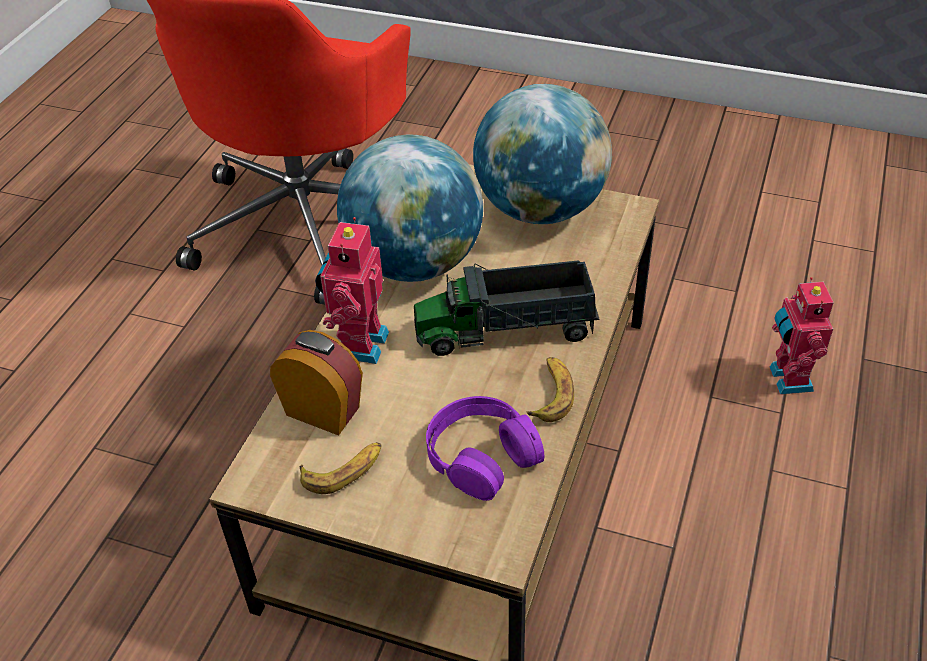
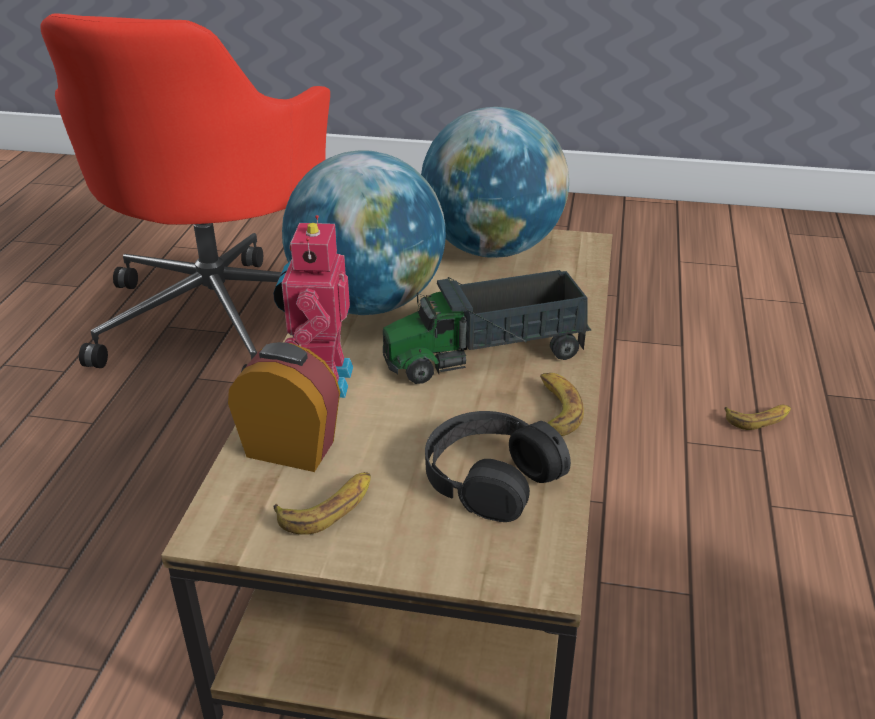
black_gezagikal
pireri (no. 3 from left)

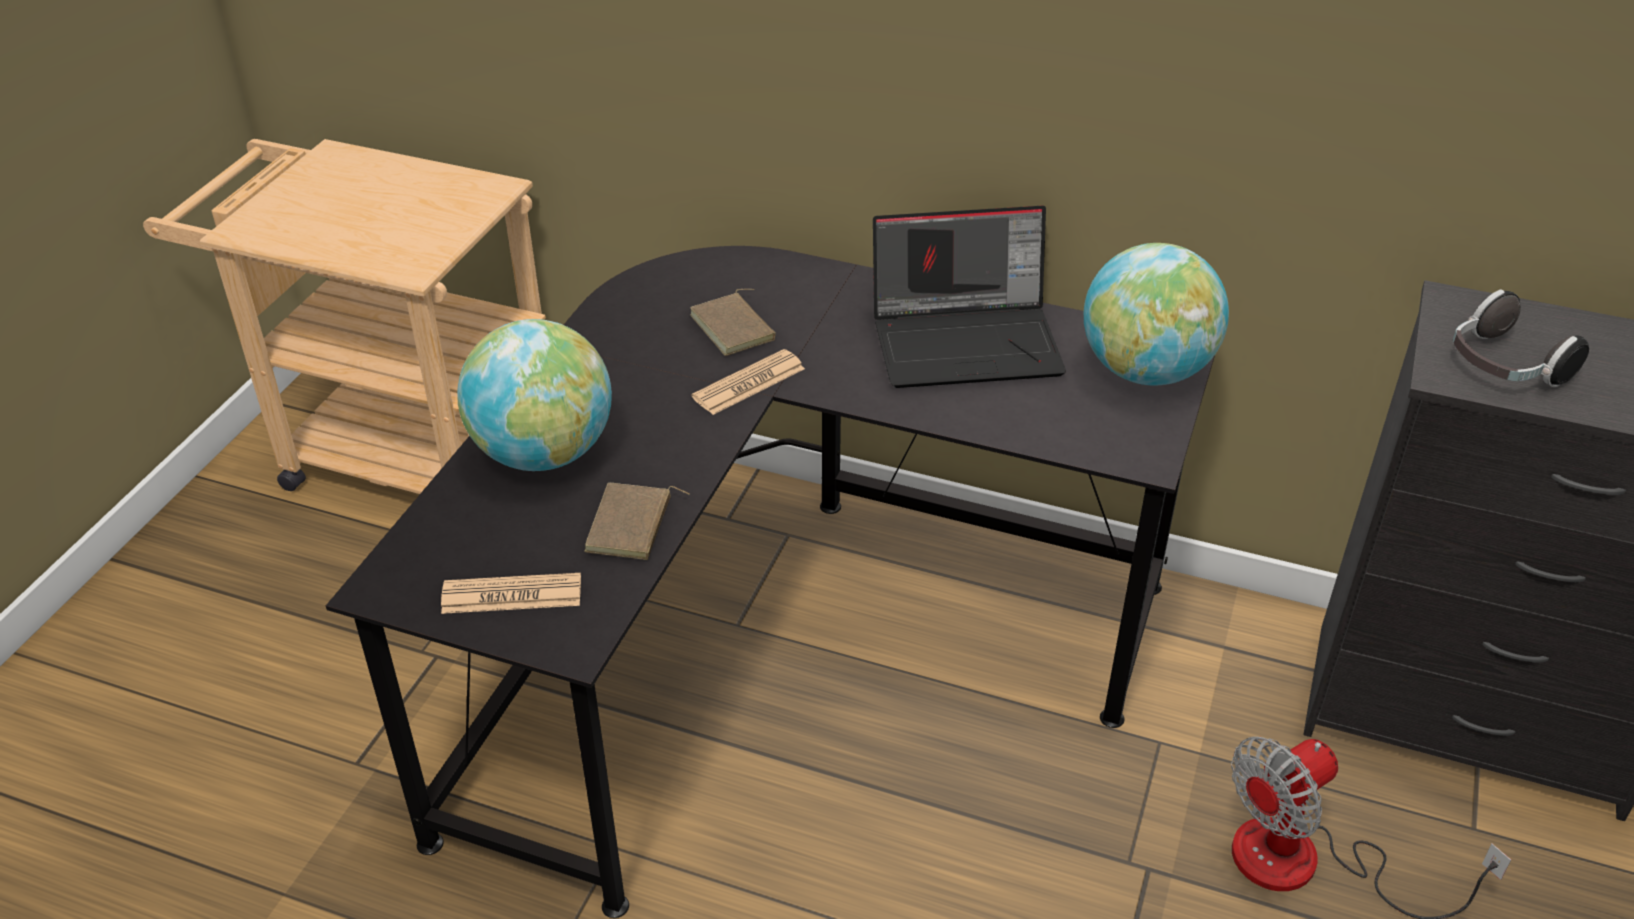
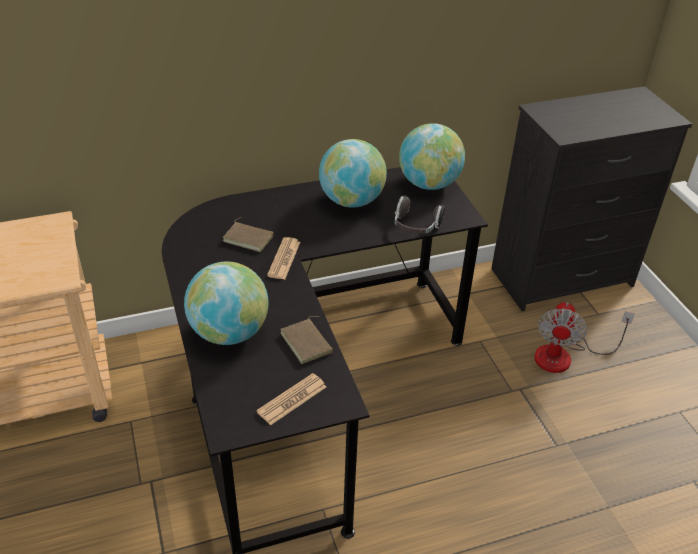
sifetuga (no. 2 from left)
gezagikal

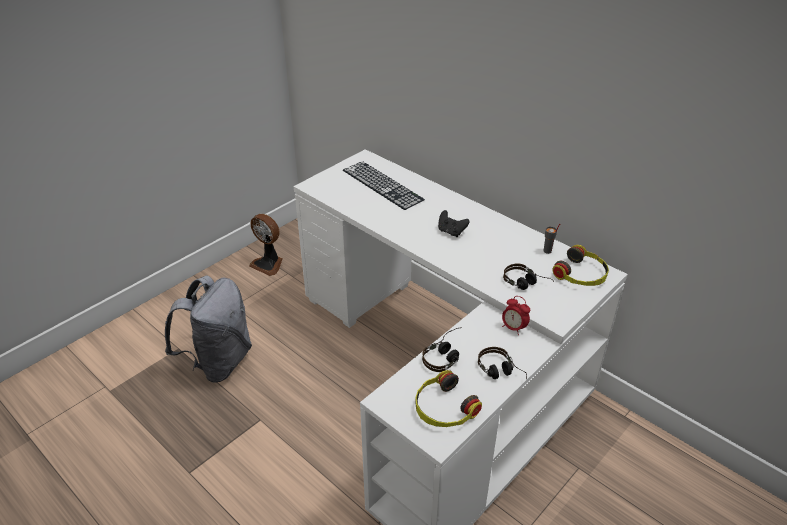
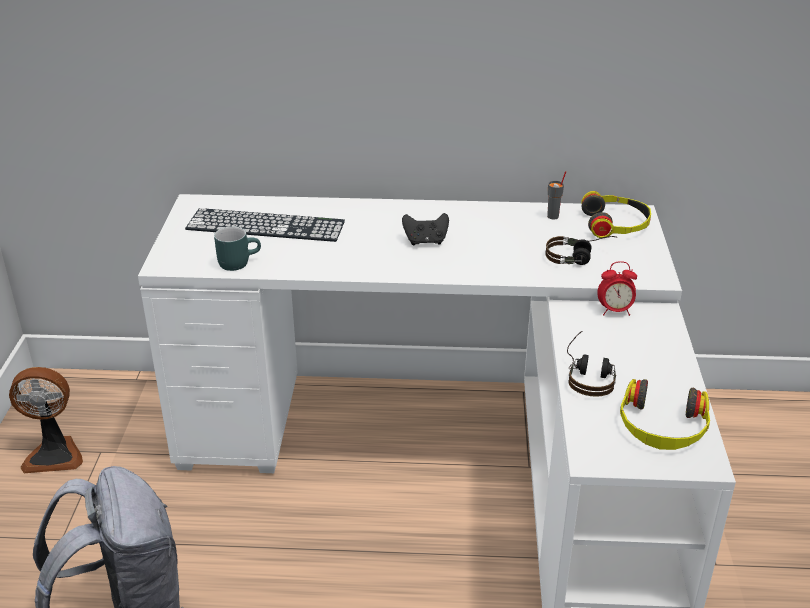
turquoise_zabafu
gezagikal (no. 3 from left in the first image)

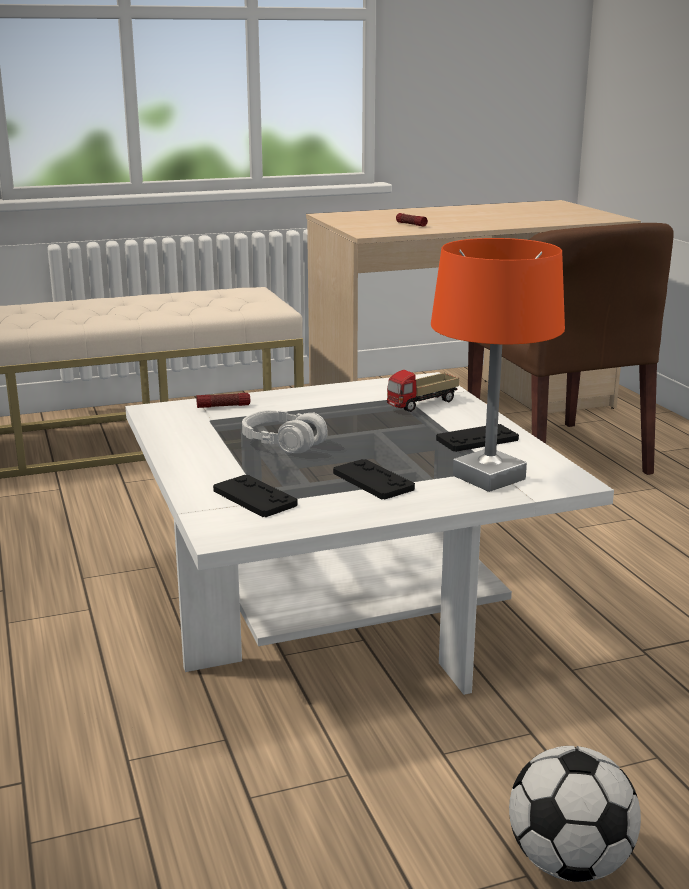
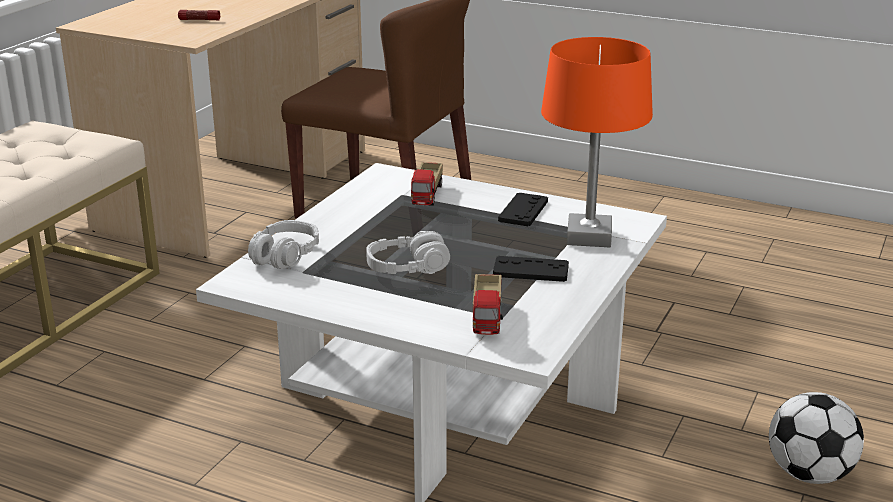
grey_gezagikal (no. 1 from left)
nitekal (no. 2 from left)

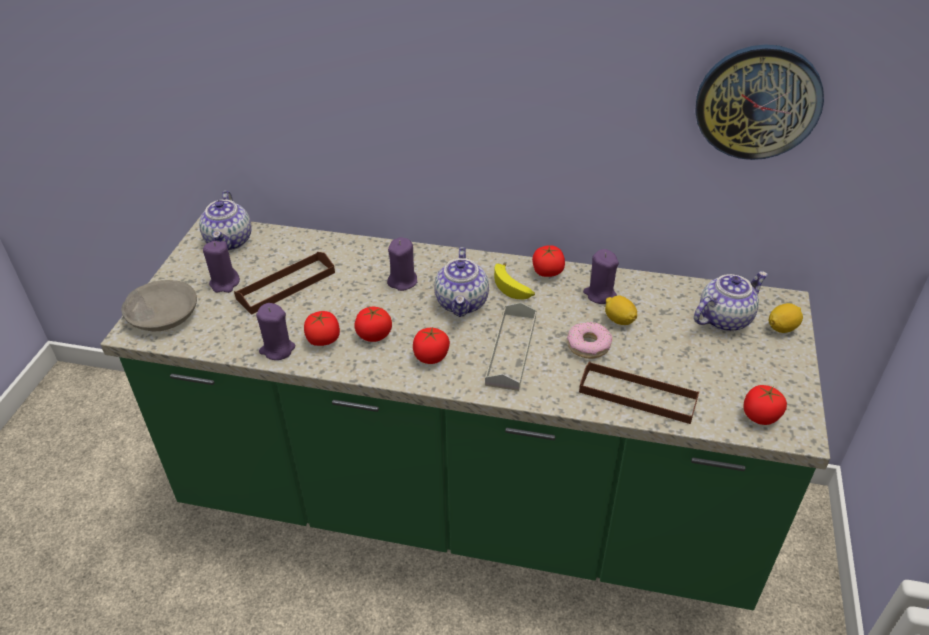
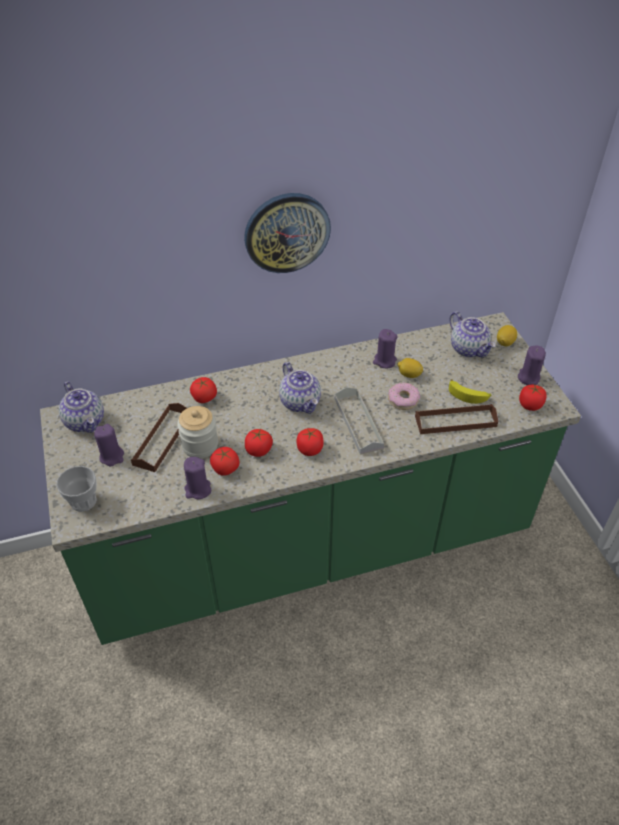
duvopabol
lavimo
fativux (no. 1 from left)
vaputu
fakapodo (no. 3 from left)
pireri
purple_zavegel (no. 4 from left)

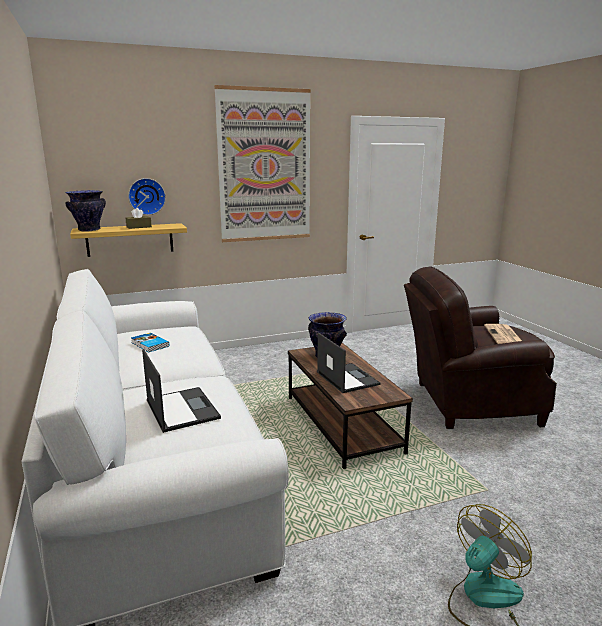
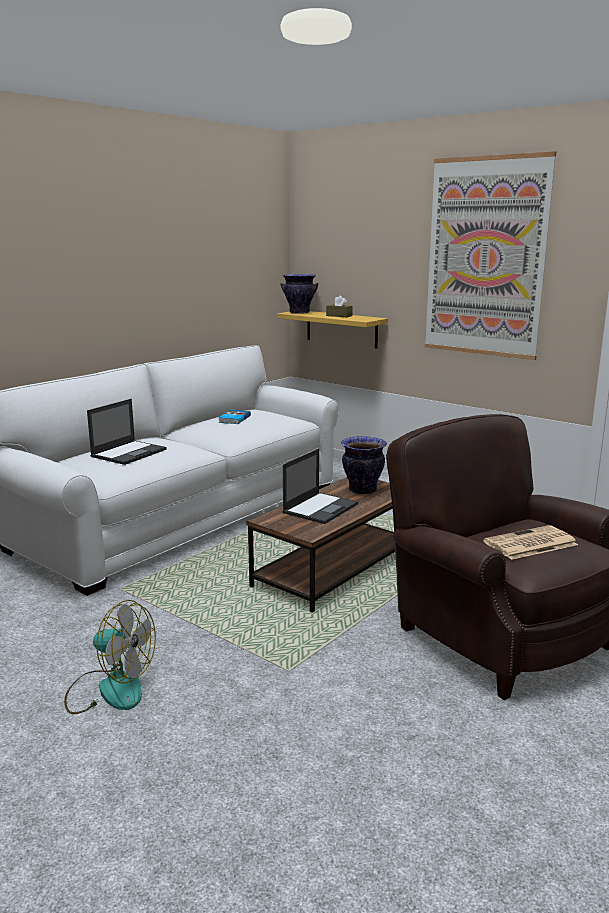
vaputu

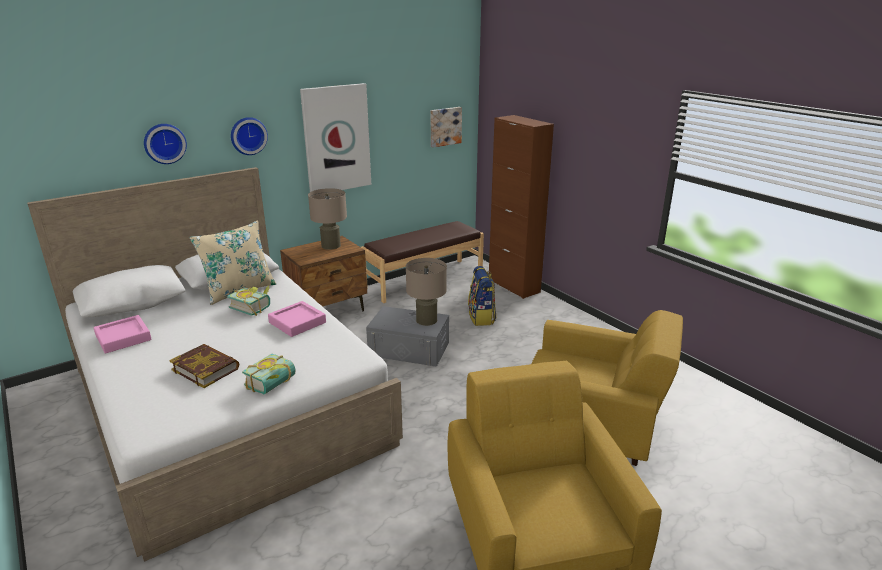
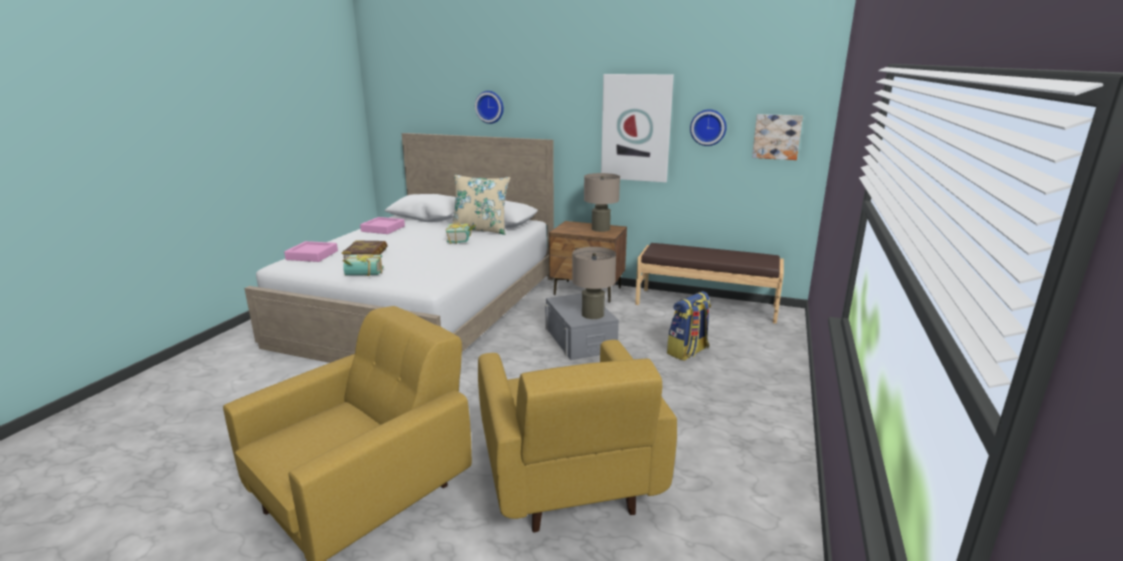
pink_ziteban (no. 1 from left)
vaputu (no. 2 from left)
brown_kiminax

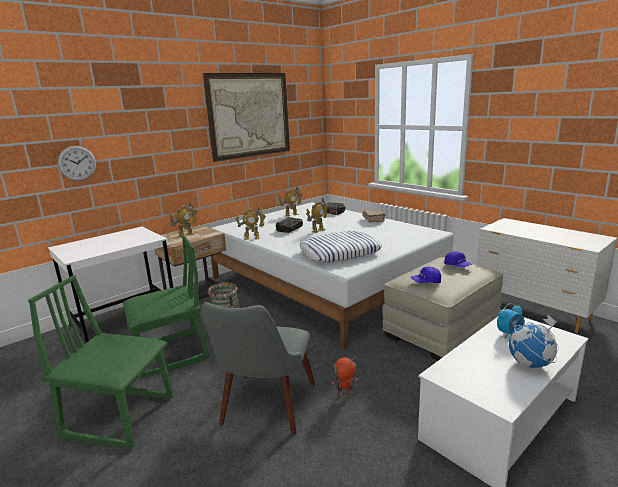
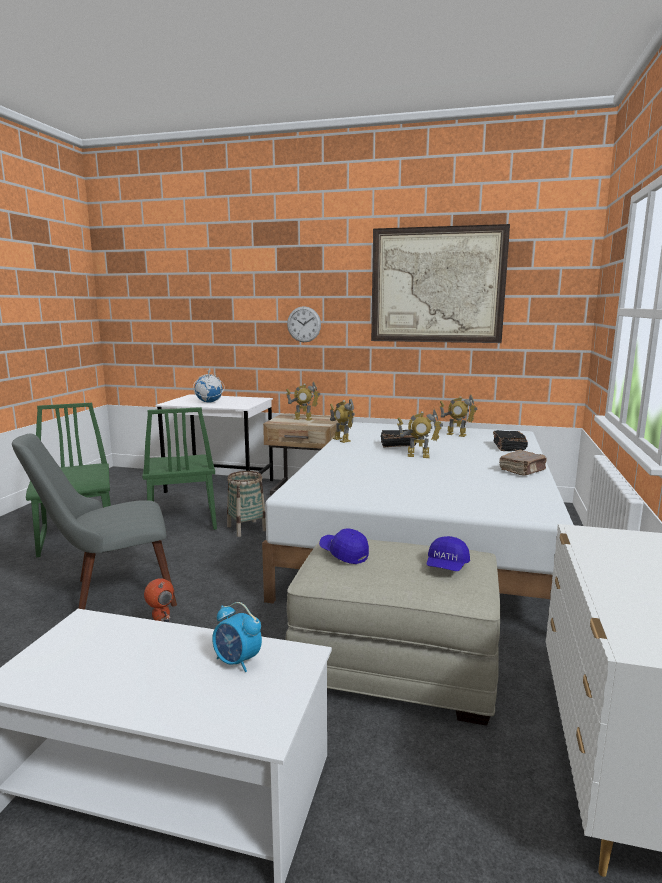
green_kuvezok (no. 2 from left)
sifetuga
vaputu
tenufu

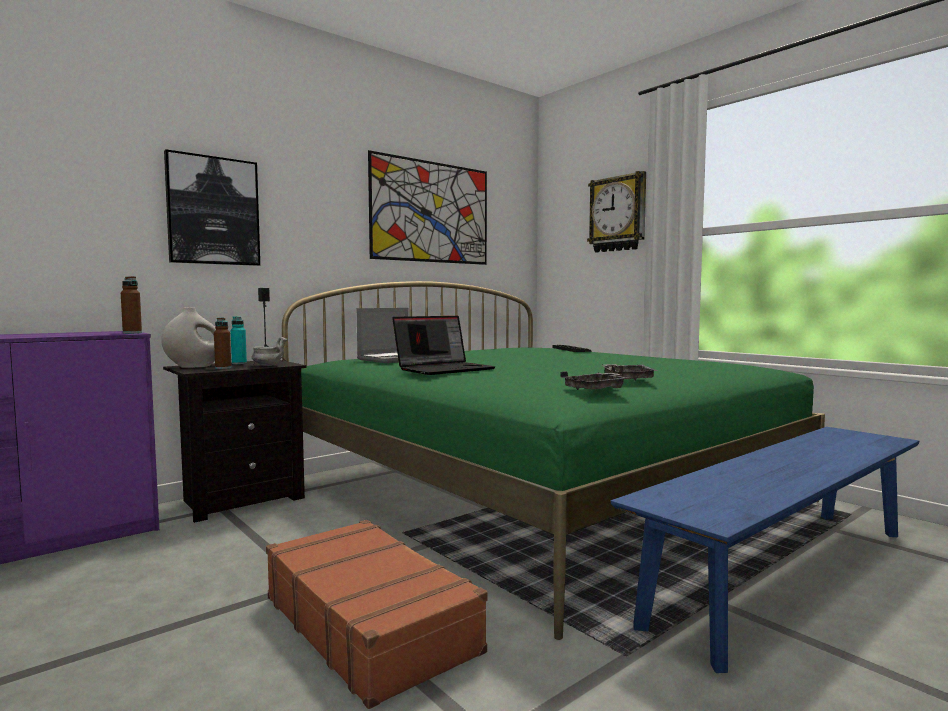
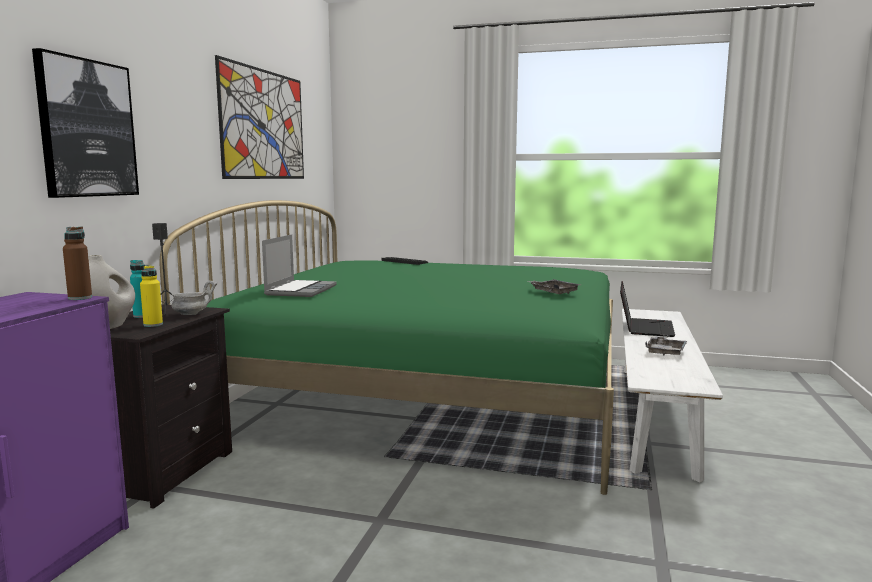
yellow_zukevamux
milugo (no. 2 from left)
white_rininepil
grey_ziteban (no. 2 from left)
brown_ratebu
vaputu

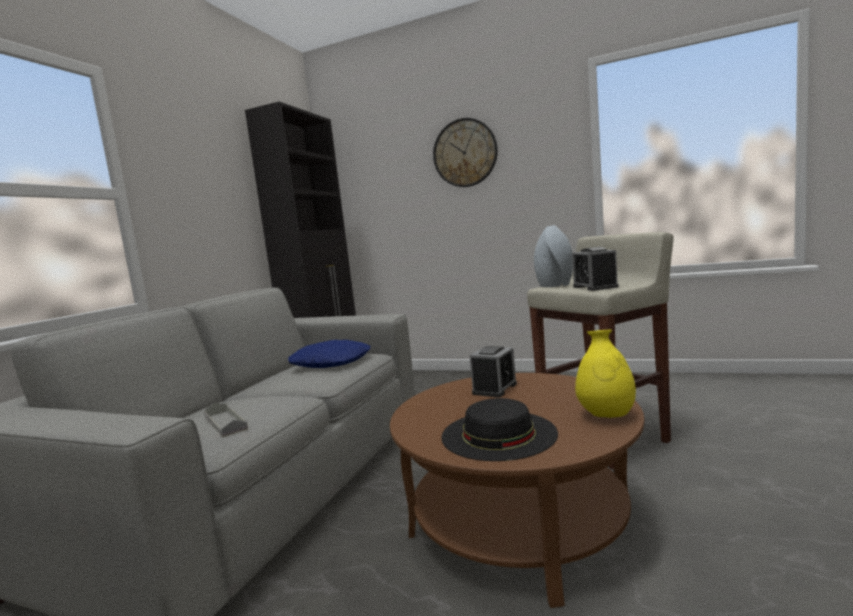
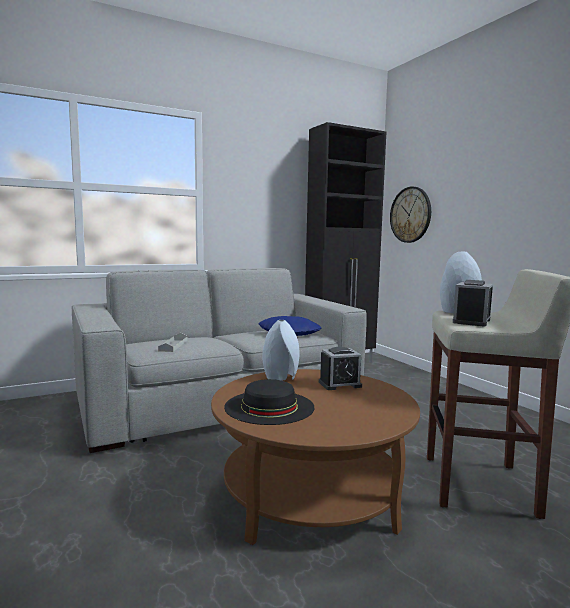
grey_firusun (no. 1 from left)
vaputu
yellow_firusun

